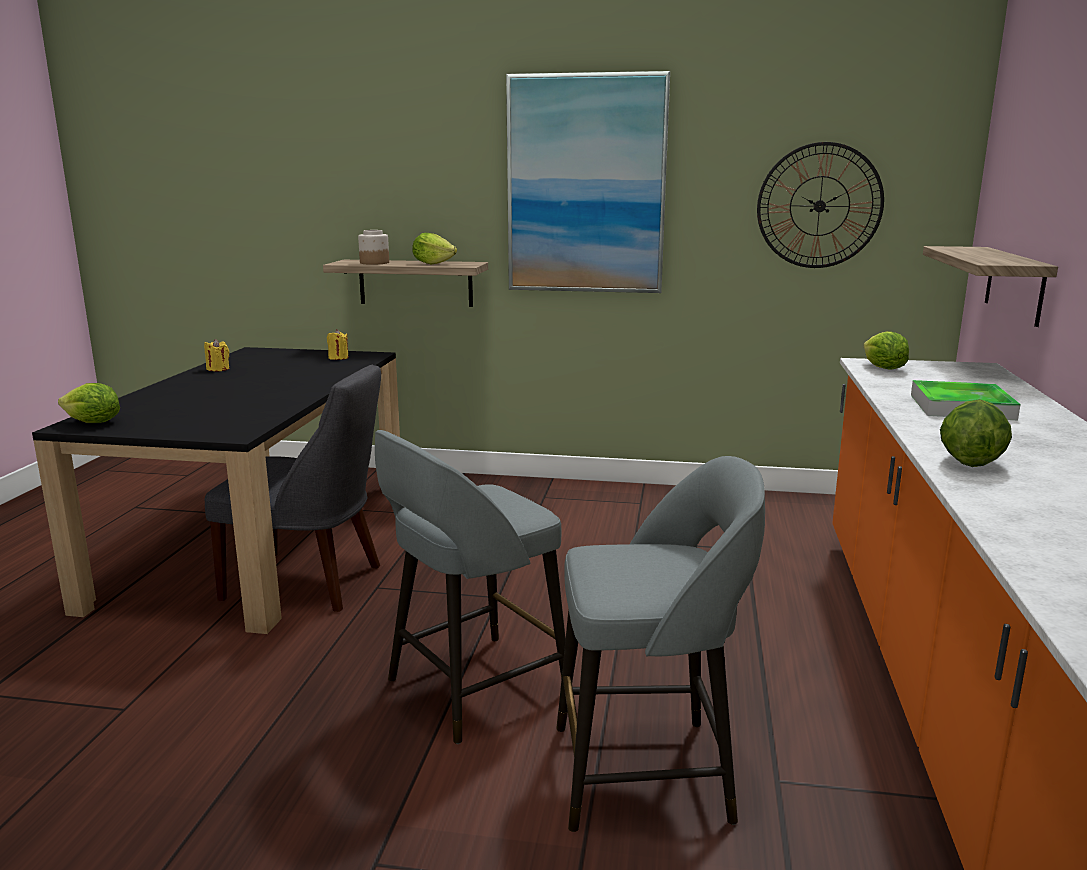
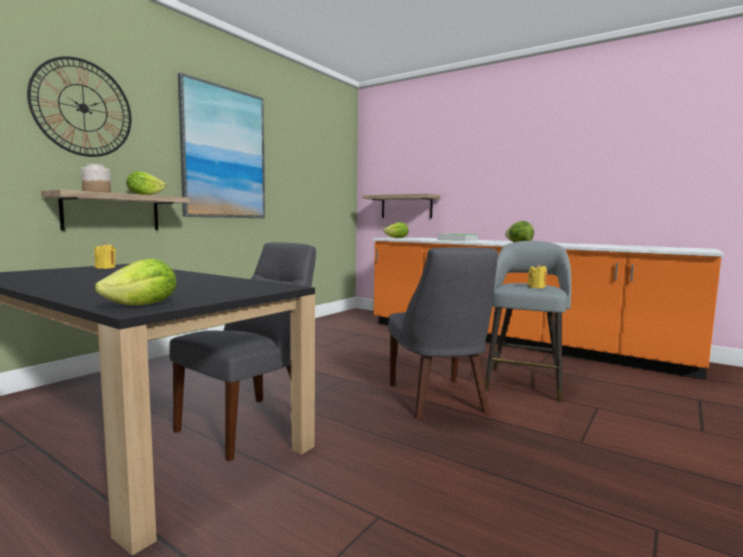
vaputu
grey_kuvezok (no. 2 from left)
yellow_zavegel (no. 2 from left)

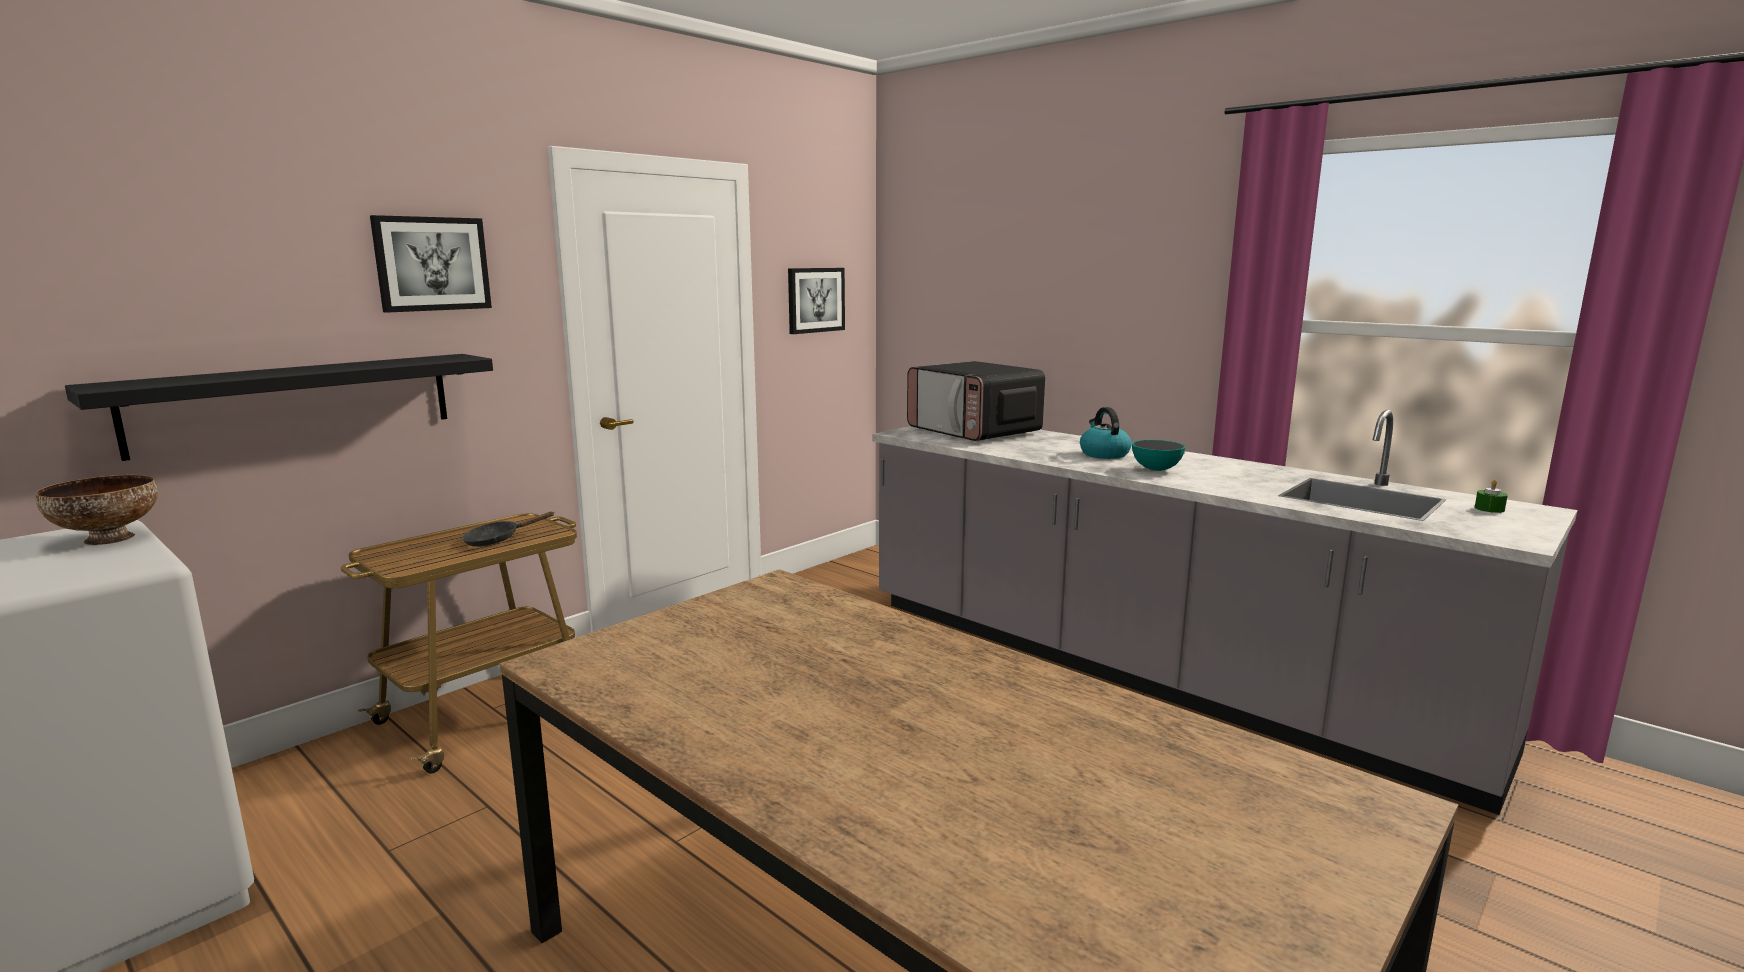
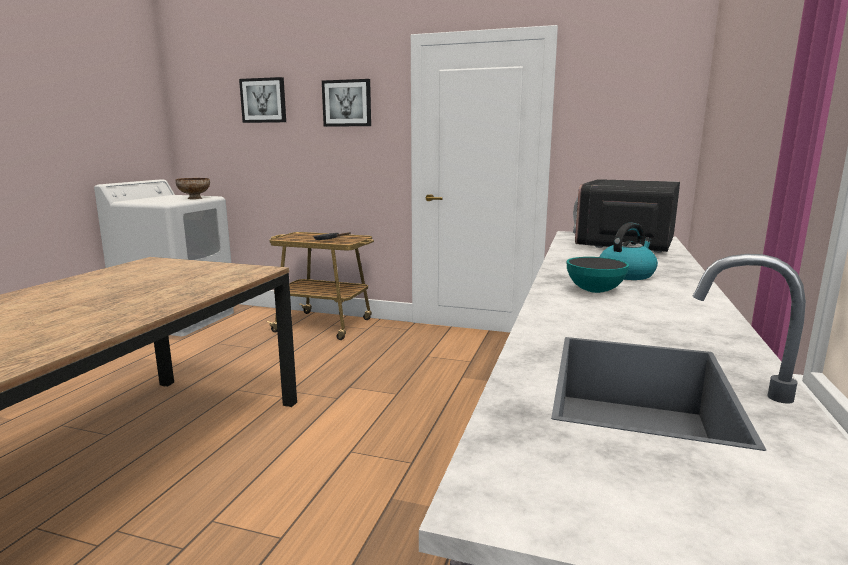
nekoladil (no. 1 from left)
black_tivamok
green_zavegel

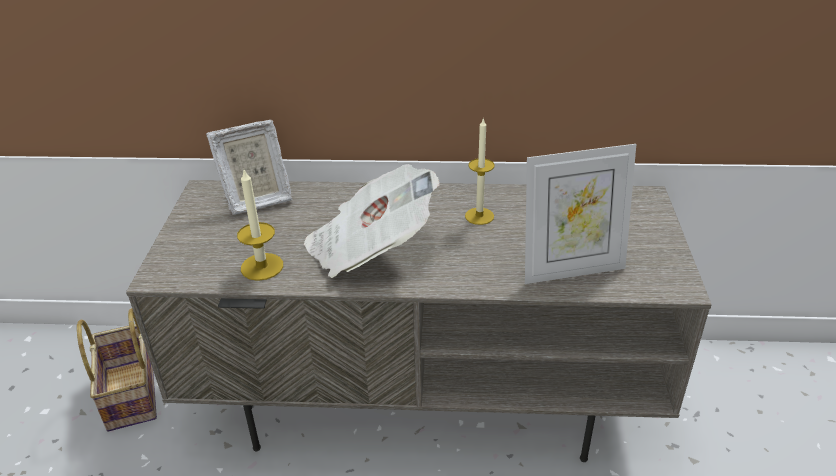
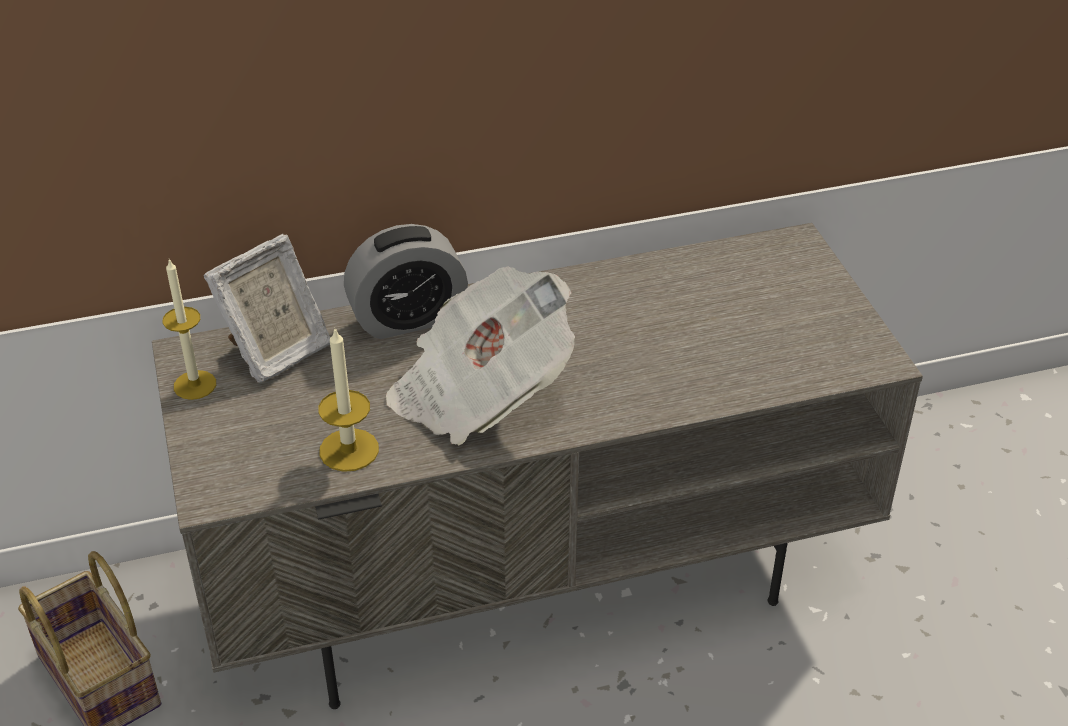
zavegel (no. 1 from left)
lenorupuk
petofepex (no. 2 from left in the first image)

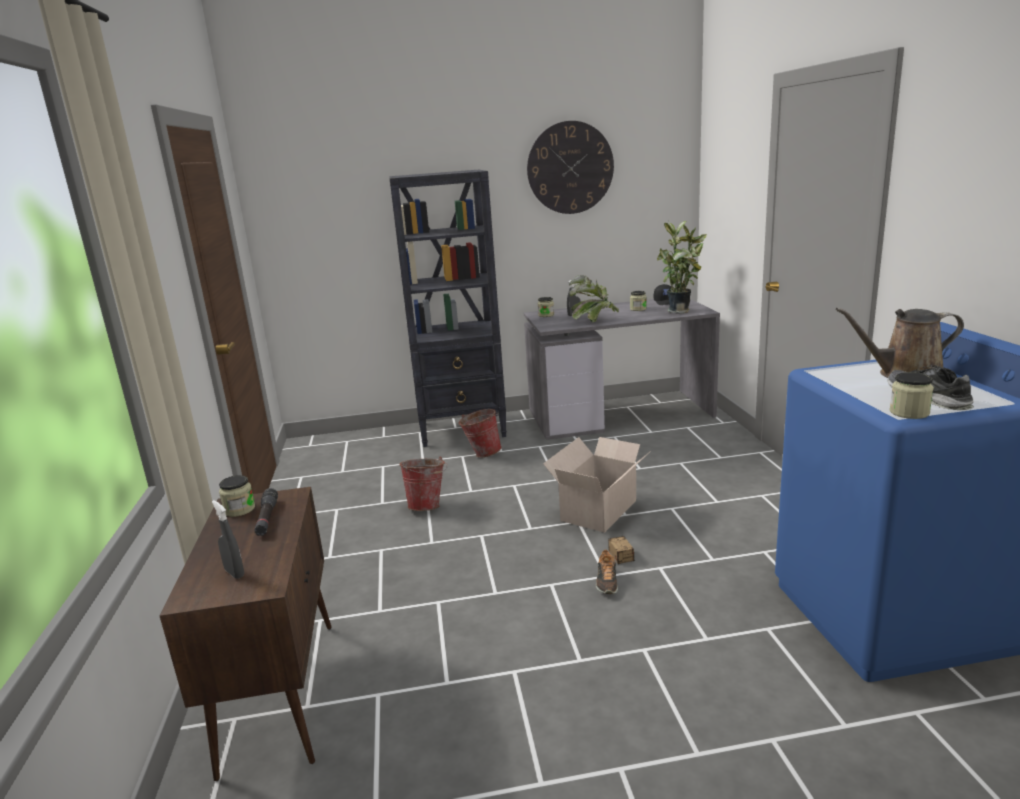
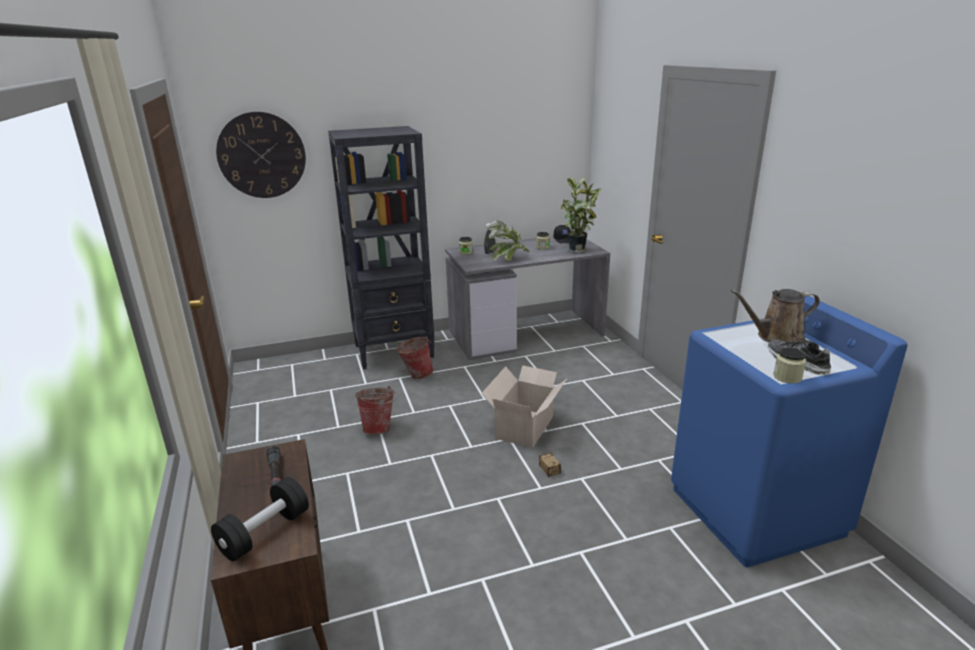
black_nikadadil
vaputu
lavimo (no. 1 from left in the first image)
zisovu (no. 1 from left in the first image)

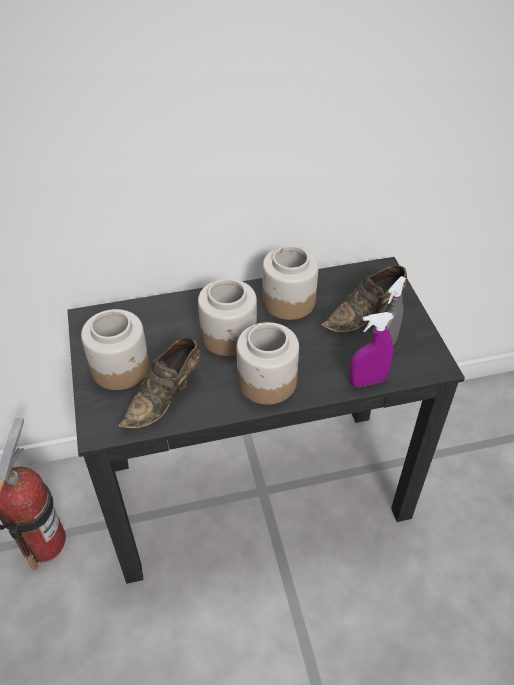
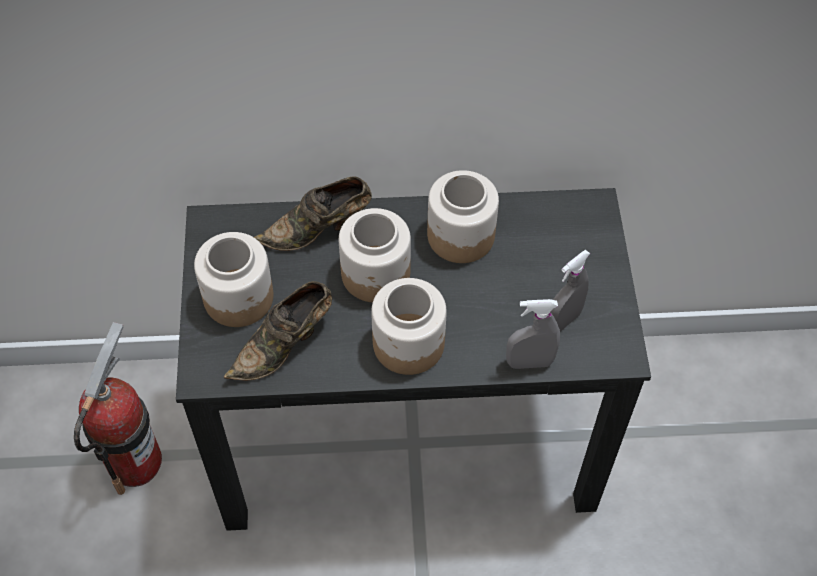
brown_zisovu (no. 2 from left)
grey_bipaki (no. 1 from left)

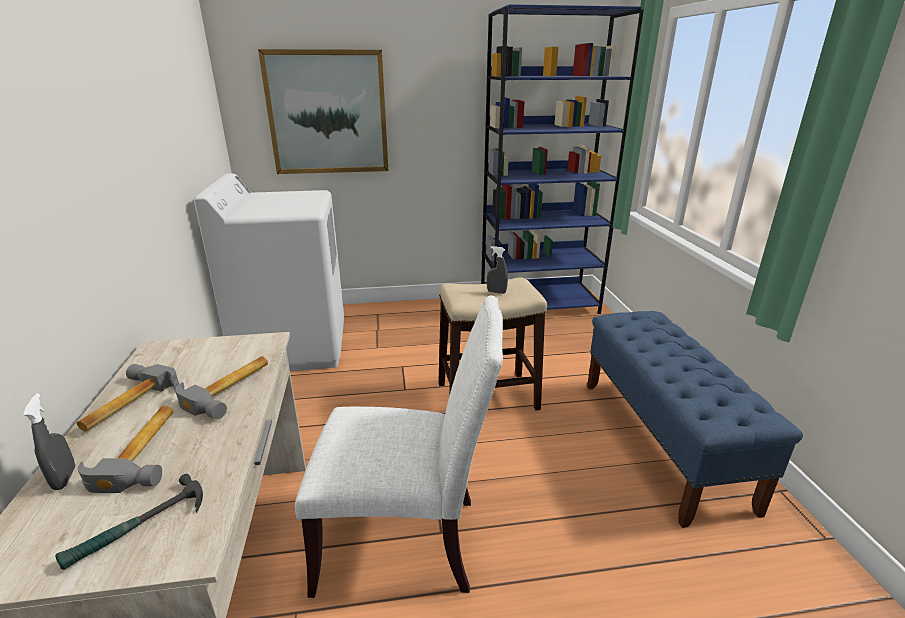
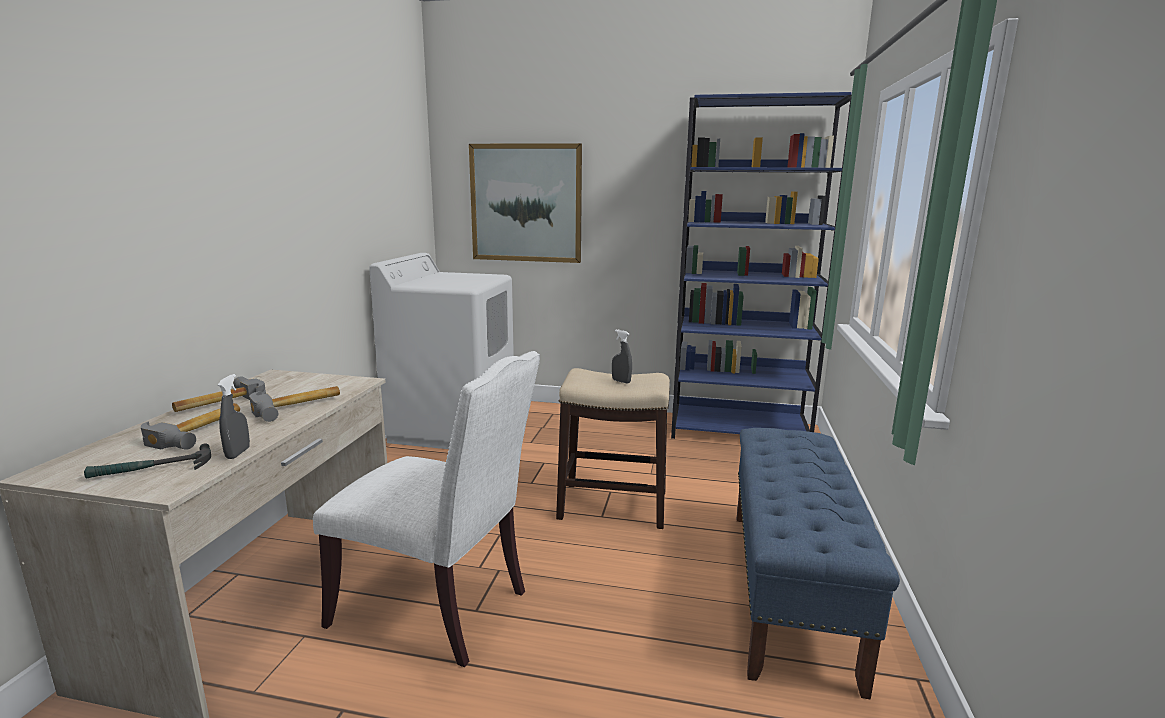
grey_bipaki (no. 1 from left)

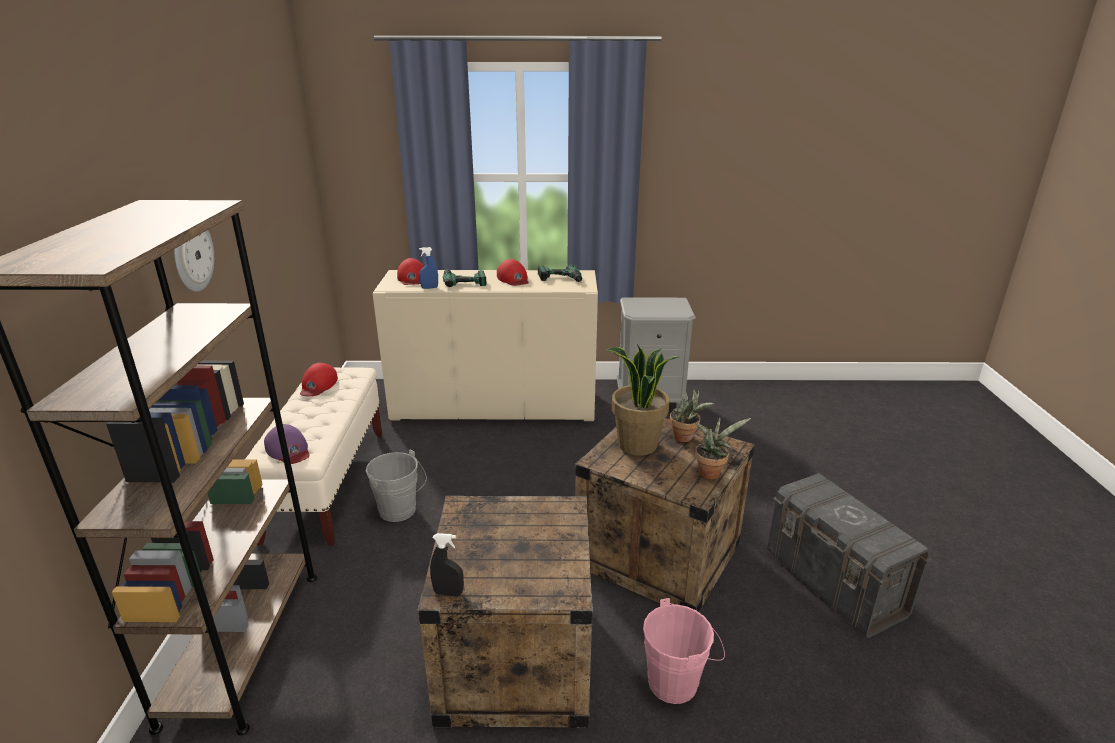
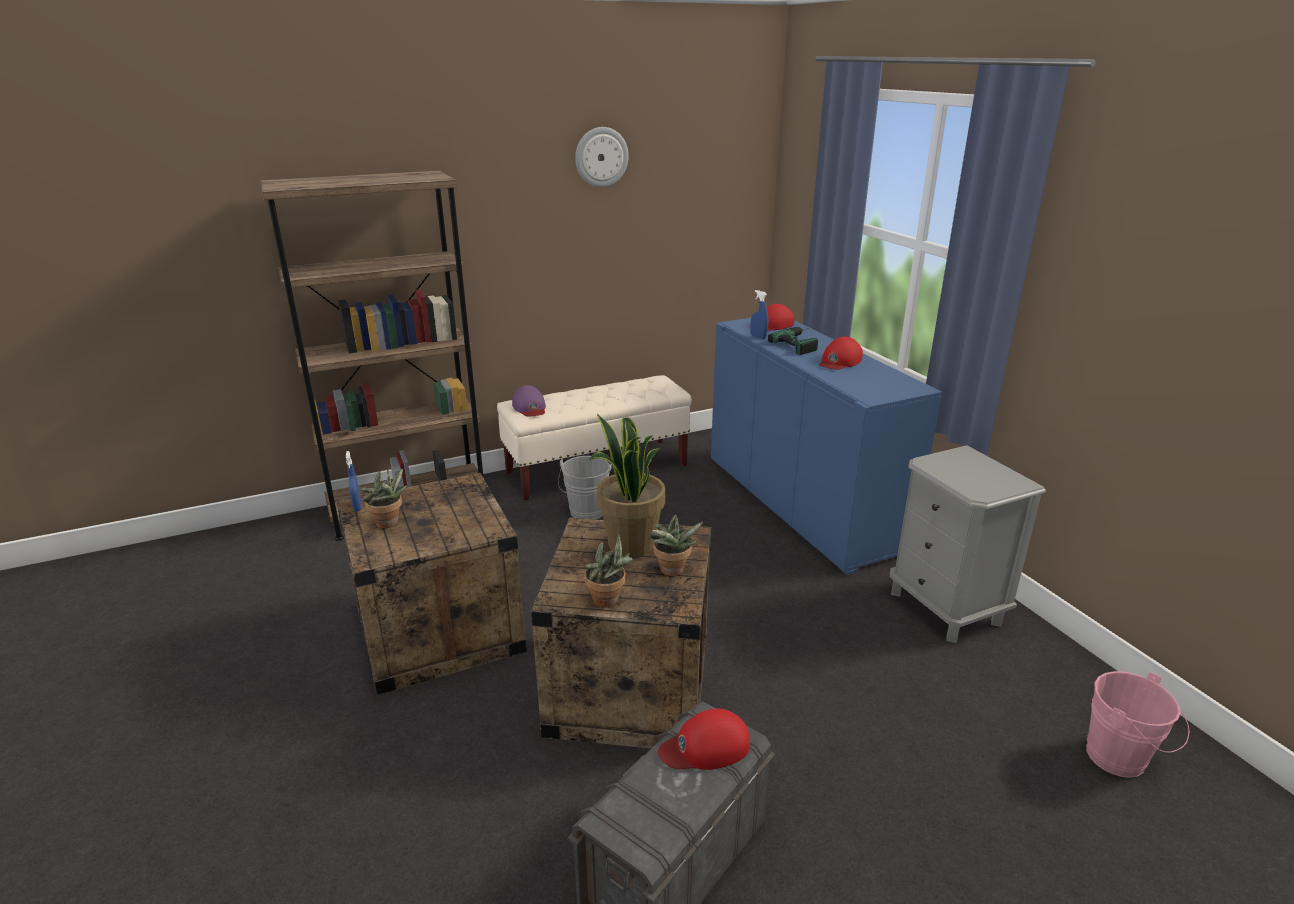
blue_bipaki (no. 1 from left)
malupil (no. 1 from left)
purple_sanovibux
vaputu
red_sanovibux (no. 1 from left)
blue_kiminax
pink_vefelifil
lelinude (no. 2 from left in the first image)

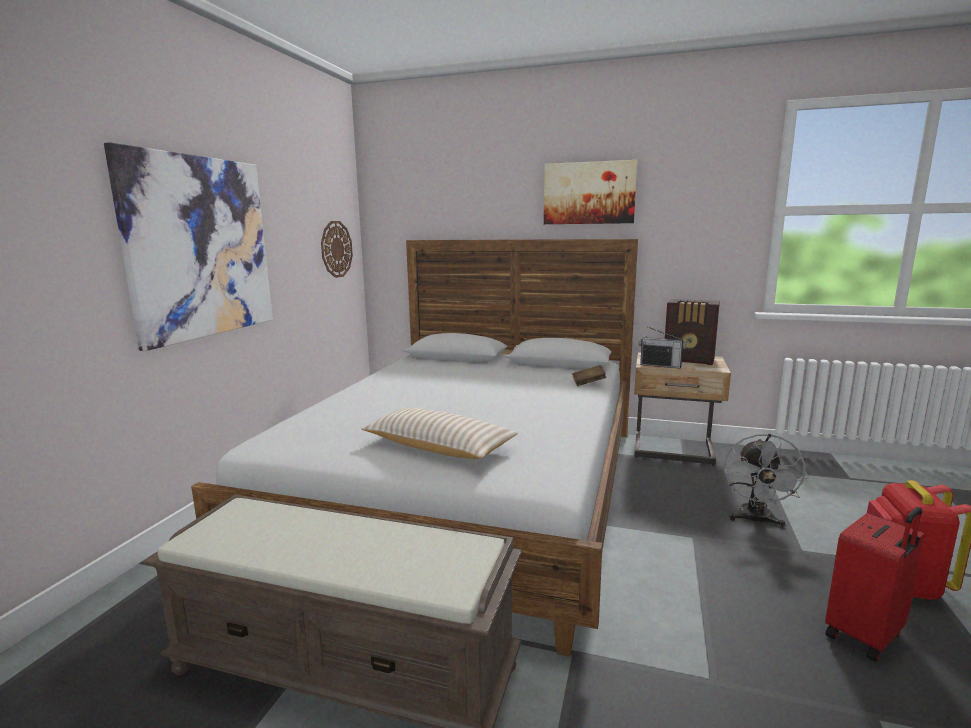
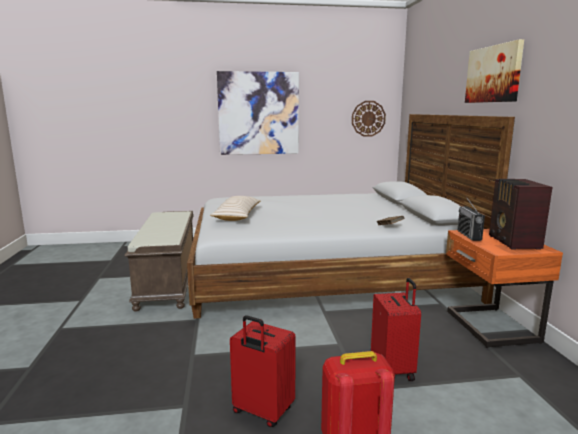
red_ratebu (no. 2 from left)
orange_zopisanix

